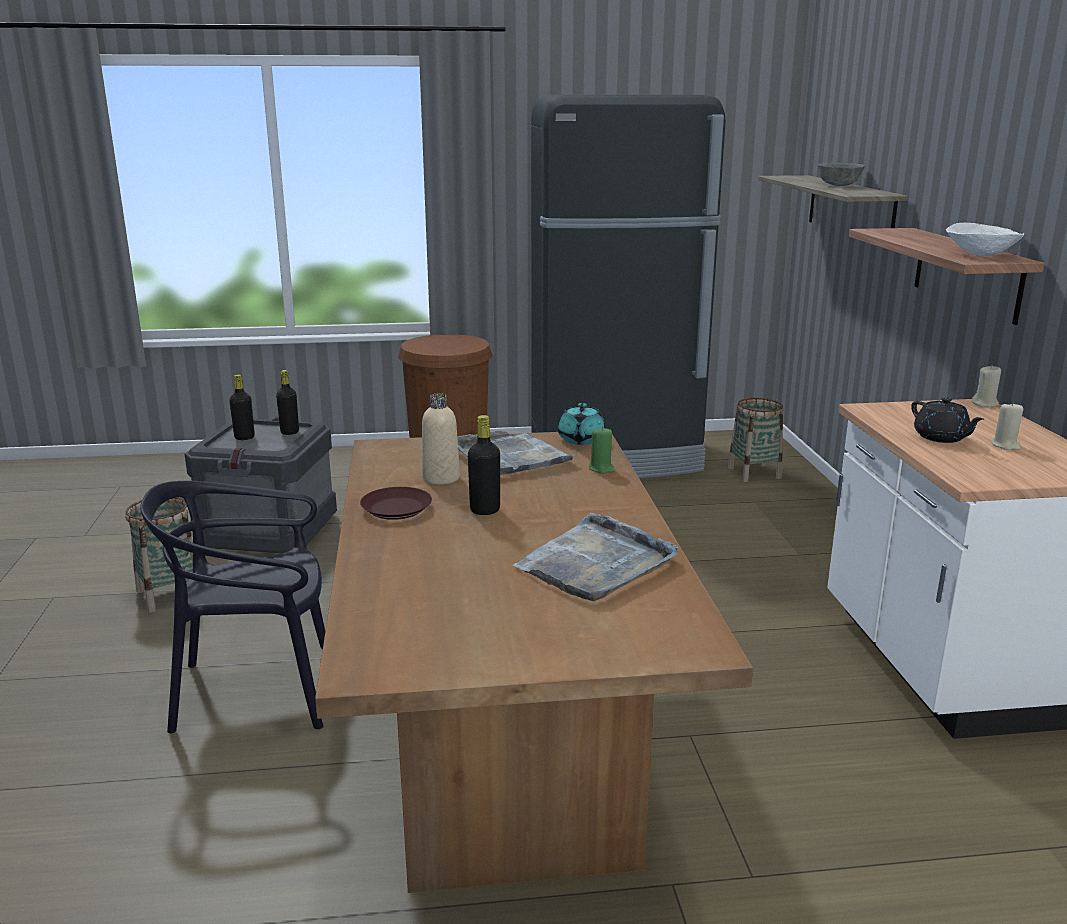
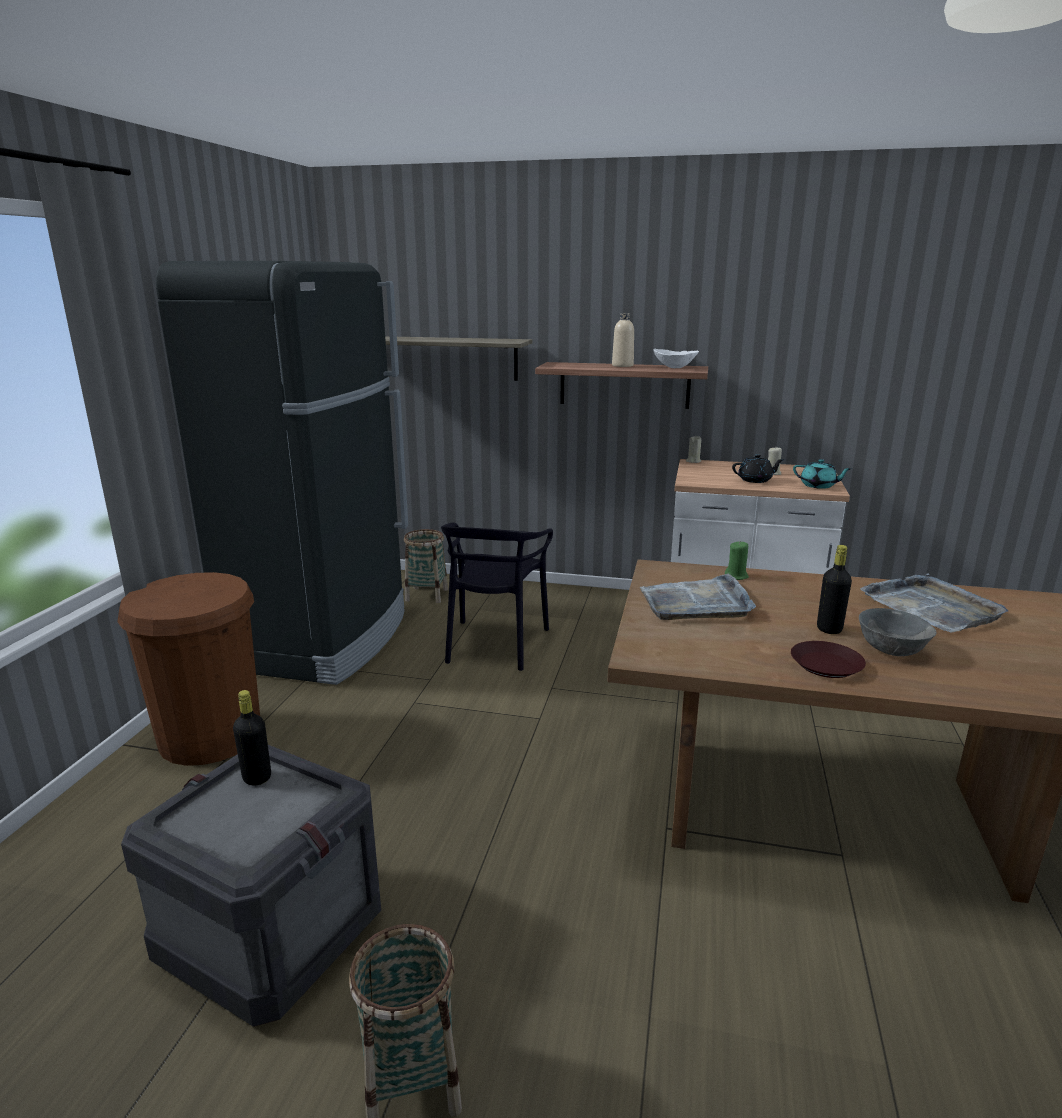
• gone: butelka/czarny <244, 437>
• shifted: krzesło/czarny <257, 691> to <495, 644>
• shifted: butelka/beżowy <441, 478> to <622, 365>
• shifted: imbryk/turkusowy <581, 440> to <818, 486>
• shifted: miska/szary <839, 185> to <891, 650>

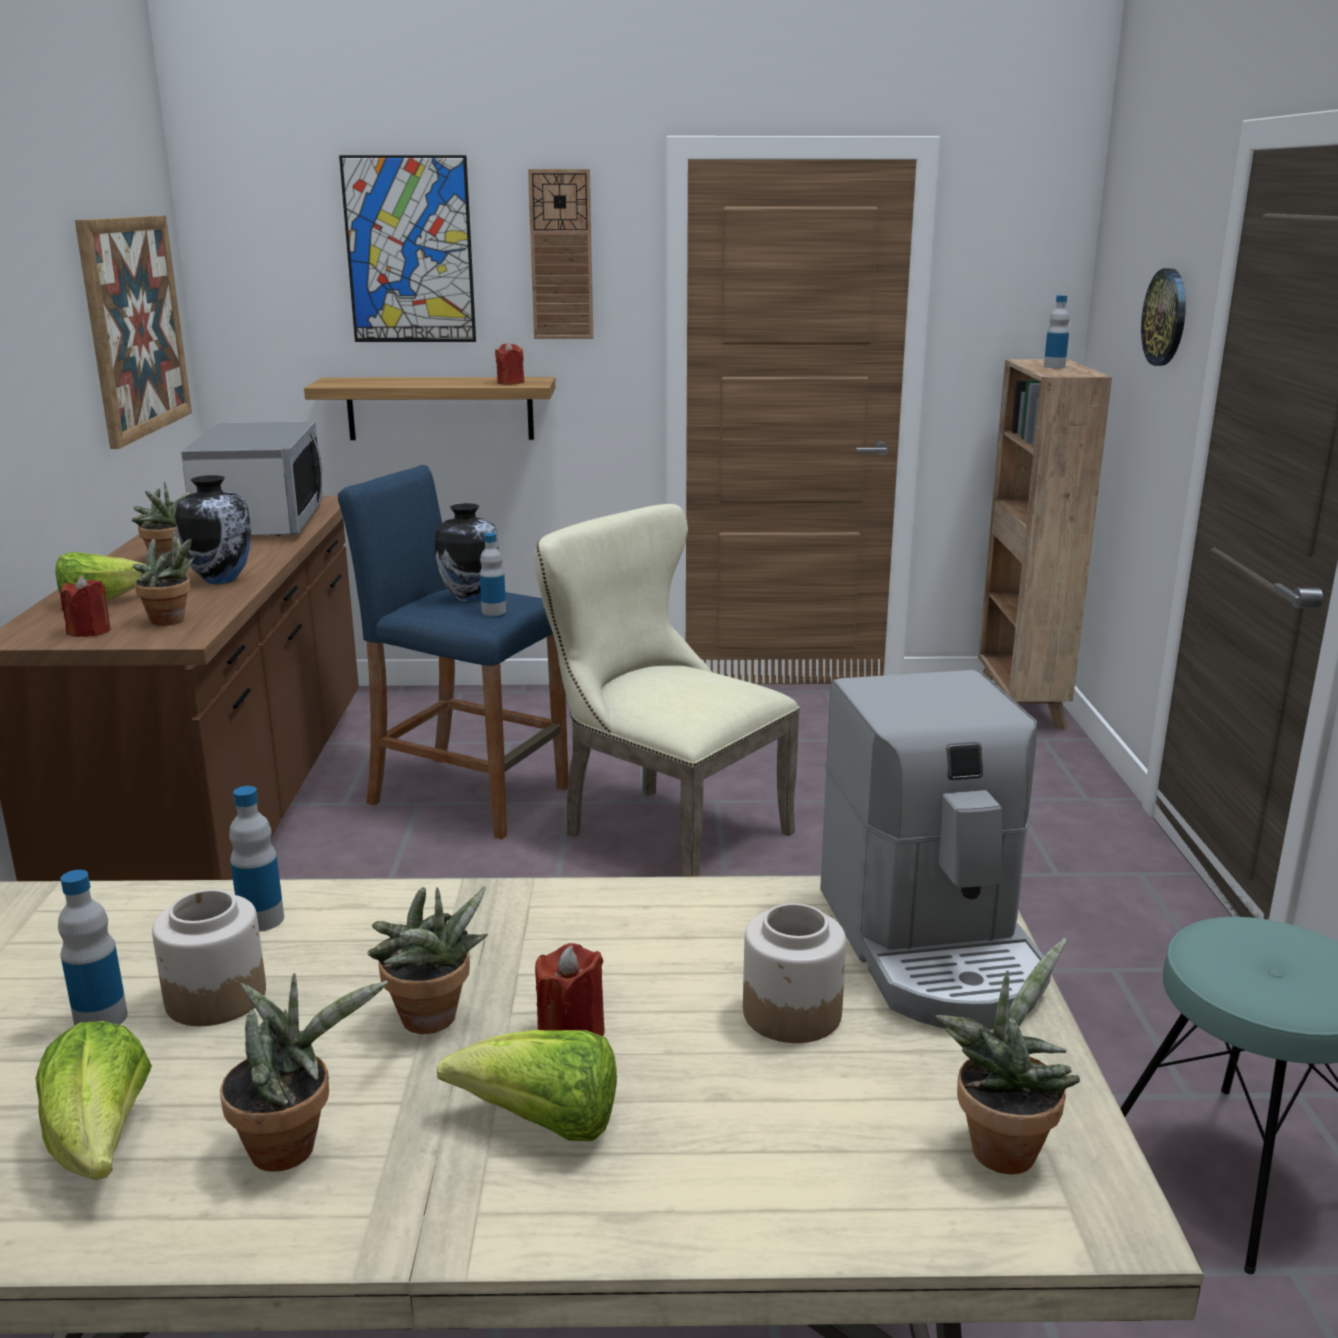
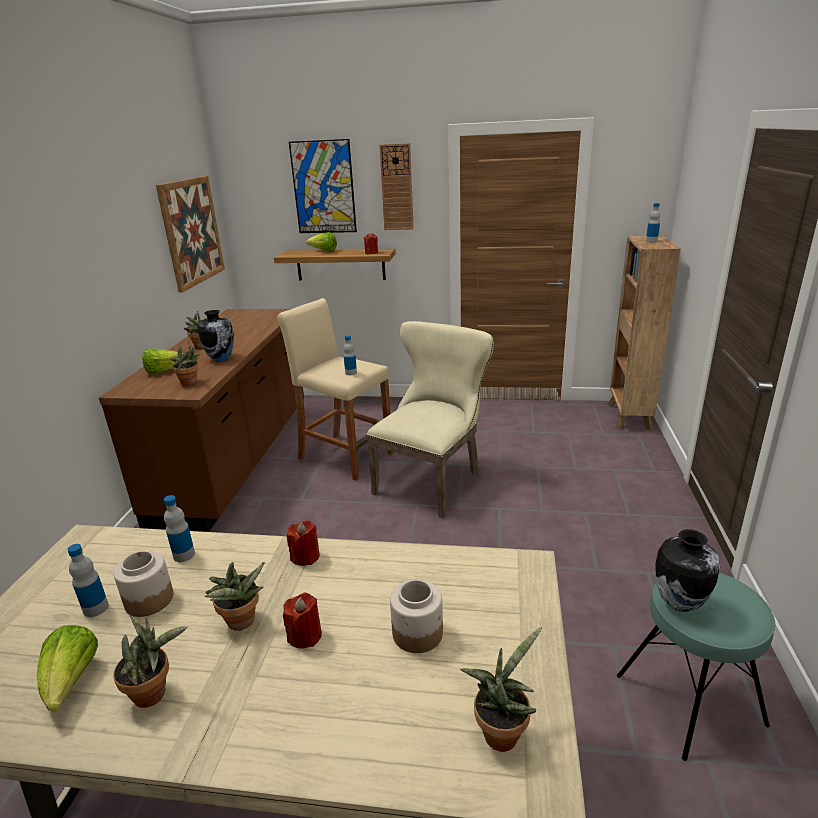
• gone: mikrofalówka <260, 522>
• gone: ekspres do kawy <932, 946>
• gone: zegar ścienny <1166, 317>
• shifted: świeca/czerwony <89, 631> to <305, 557>
• shifted: wazon <470, 597> to <679, 603>
• shifted: sałata <543, 1124> to <324, 251>
• repainted: stołek/niebieski <469, 796> to stołek/beżowy <345, 456>
• rotated: krzesło/beżowy <662, 832> = <433, 480> 75 degrees clockwise

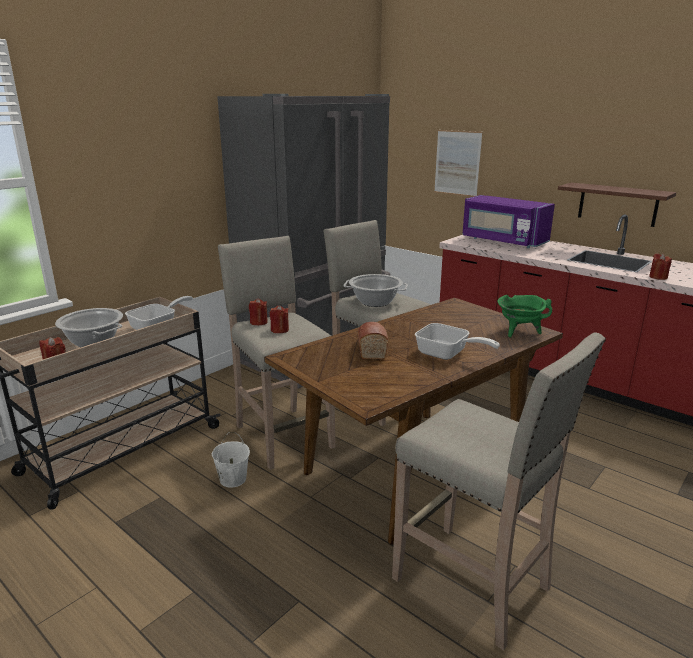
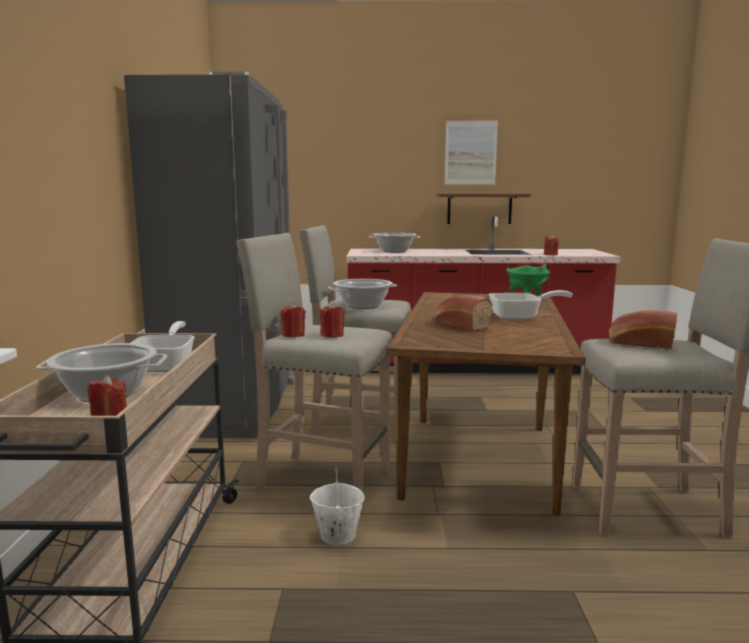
• new: chleb <639, 343>
• shifted: obraz <457, 163> to <470, 152>
• swapped: mikrofalówka/fioletowy <503, 241> to garnek <394, 251>

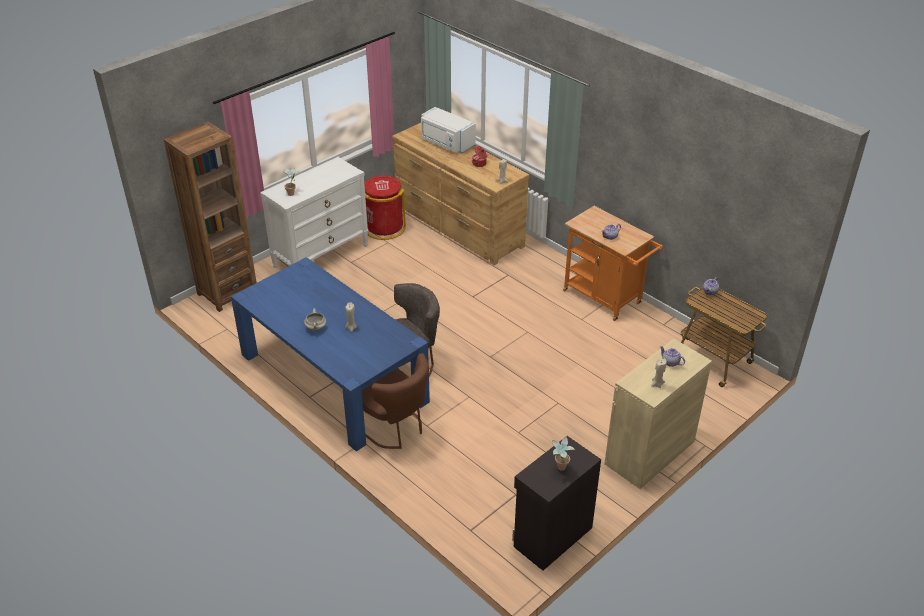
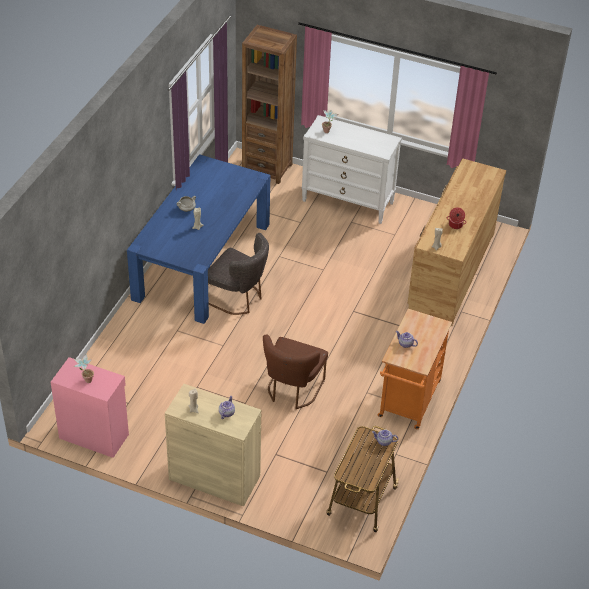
• gone: kosz na śmieci/czerwony <384, 228>
• gone: mikrofalówka/biały <446, 143>
• shifted: krzesło/brązowy <395, 428> to <292, 390>
• repainted: szafka/czarny <551, 536> to szafka/różowy <94, 435>

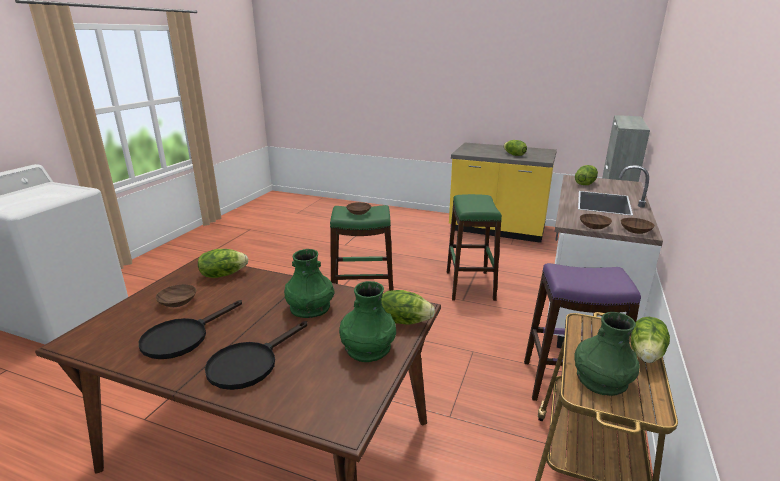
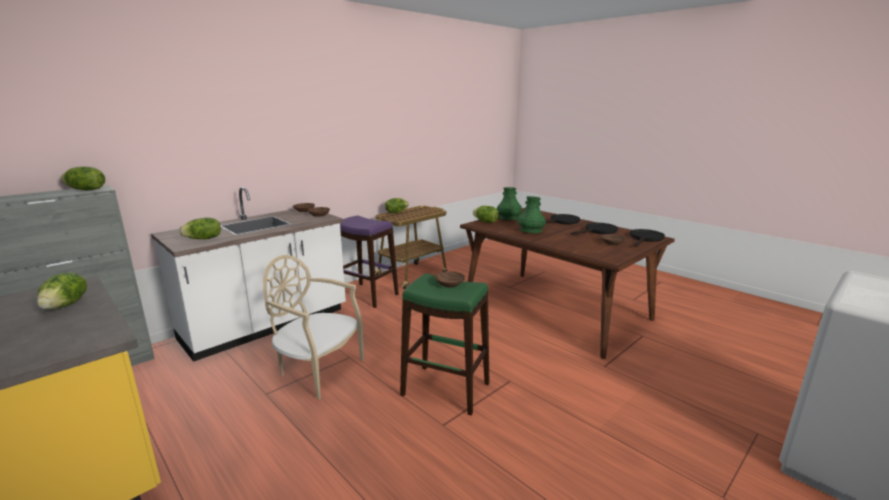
• gone: wazon/zielony <601, 379>
• new: patelnia/czarny <645, 239>
• shifted: sałata <223, 274> to <86, 190>
• swapped: stołek/zielony <470, 285> to krzesło/beżowy <318, 370>

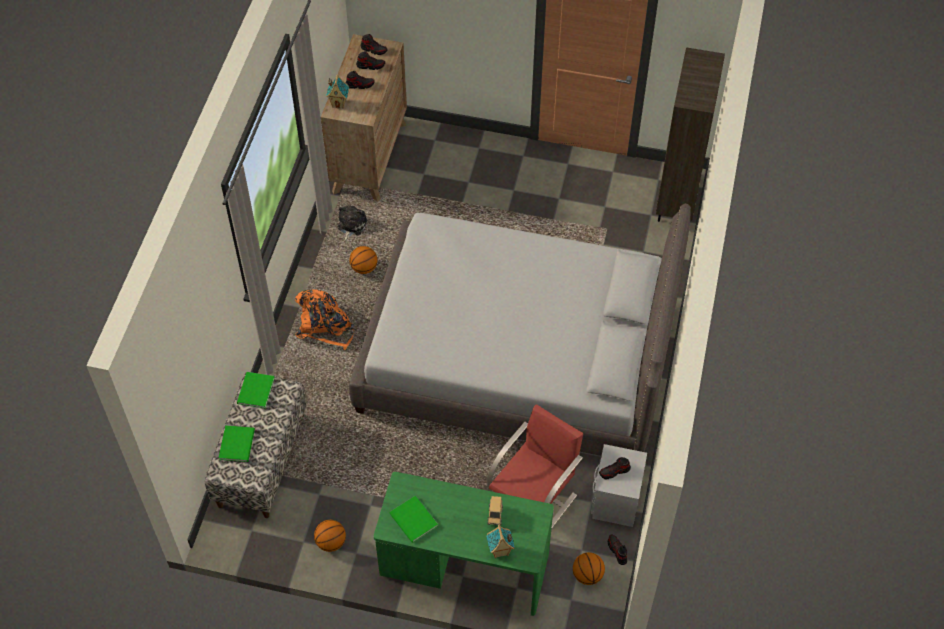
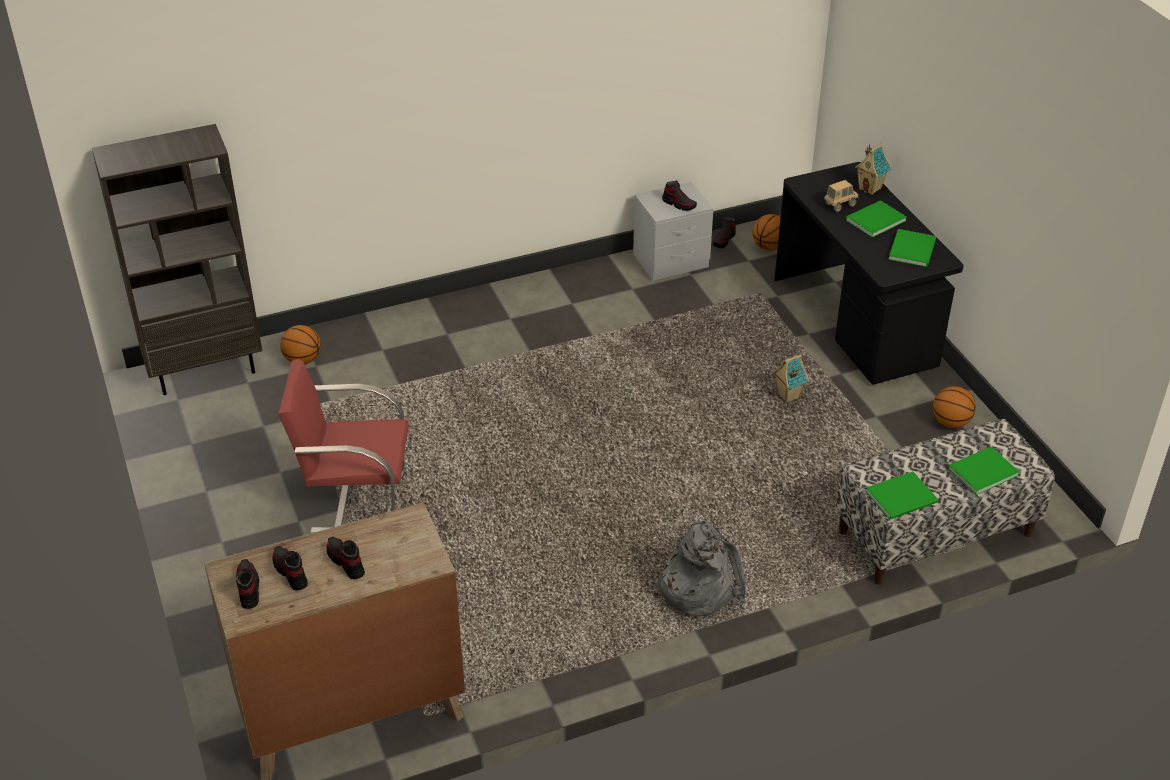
• gone: pluszak <351, 226>
• gone: łóżko/szary <517, 358>
• new: książka/zielony <873, 220>
• shifted: domek <339, 103> to <787, 396>
• shifted: piłka do koszykówki <364, 268> to <303, 360>
• shifted: krzesło/czerwony <534, 497> to <356, 499>
• repainted: plecak/pomarańczowy <325, 326> to plecak/szary <698, 585>
• repainted: biurko/zielony <464, 566> to biurko/czarny <856, 321>

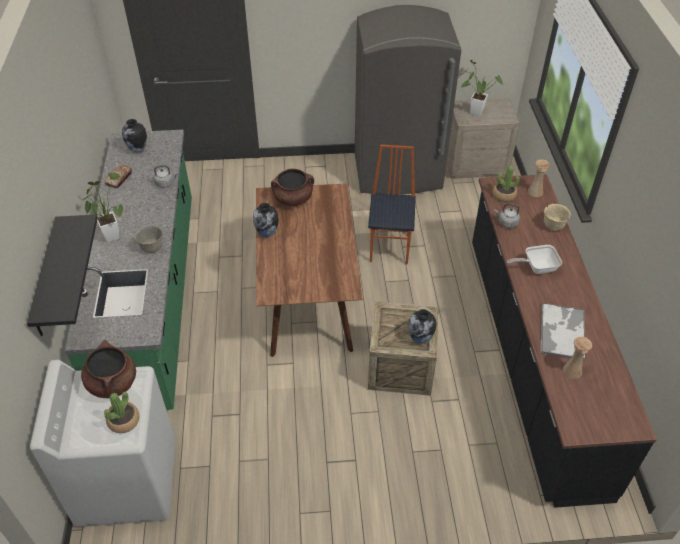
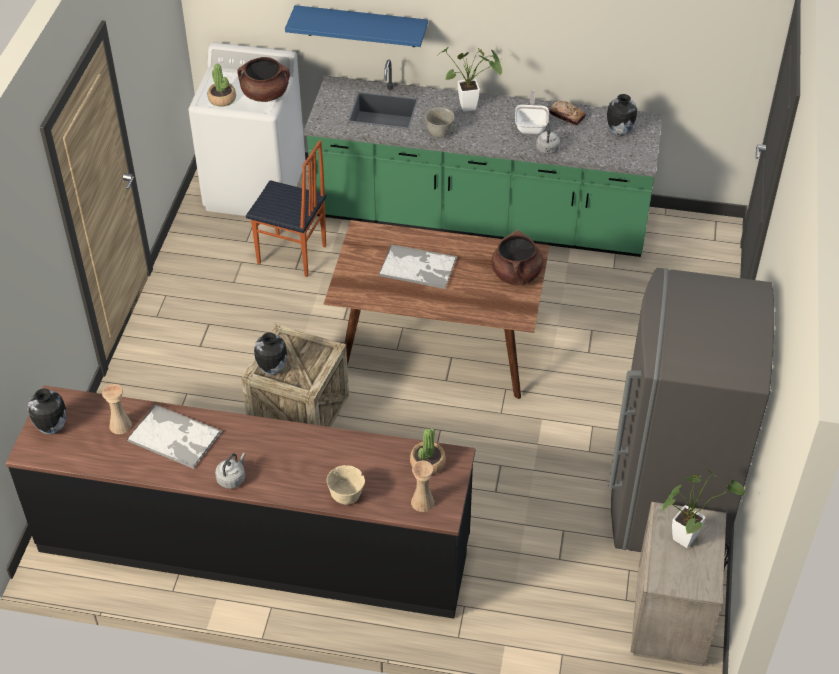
• new: taca <418, 267>
• shifted: wazon <267, 234> to <52, 429>
• shifted: krzesło <390, 247> to <292, 255>
• shifted: czajnik/szary <506, 223> to <232, 478>
• shifted: patelnia <536, 267> to <531, 126>
• repainted: półka/czarny <47, 278> to półka/niebieski <361, 26>

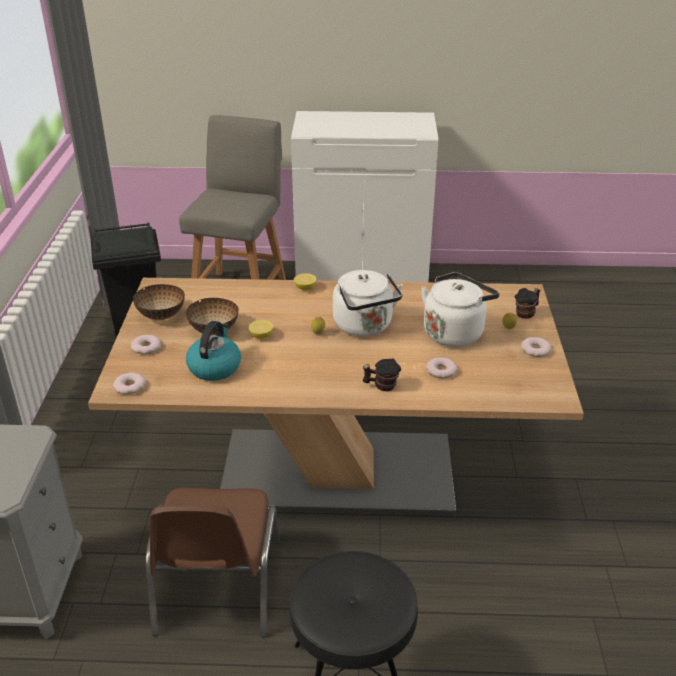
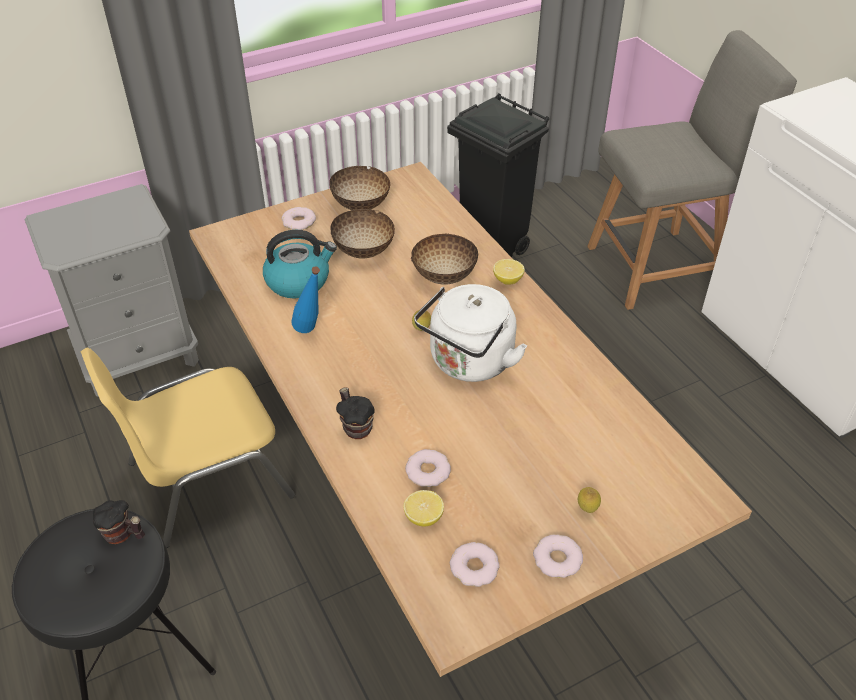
• gone: czajnik/biały <455, 332>
• new: butelka/niebieski <311, 333>
• new: miska <445, 276>
• shifted: donut <130, 386> to <474, 568>
• shifted: cytryna <261, 336> to <423, 517>
• shifted: kubek <527, 313> to <123, 535>
• repainted: krzesło/brązowy <216, 588> to krzesło/żółty <206, 479>

